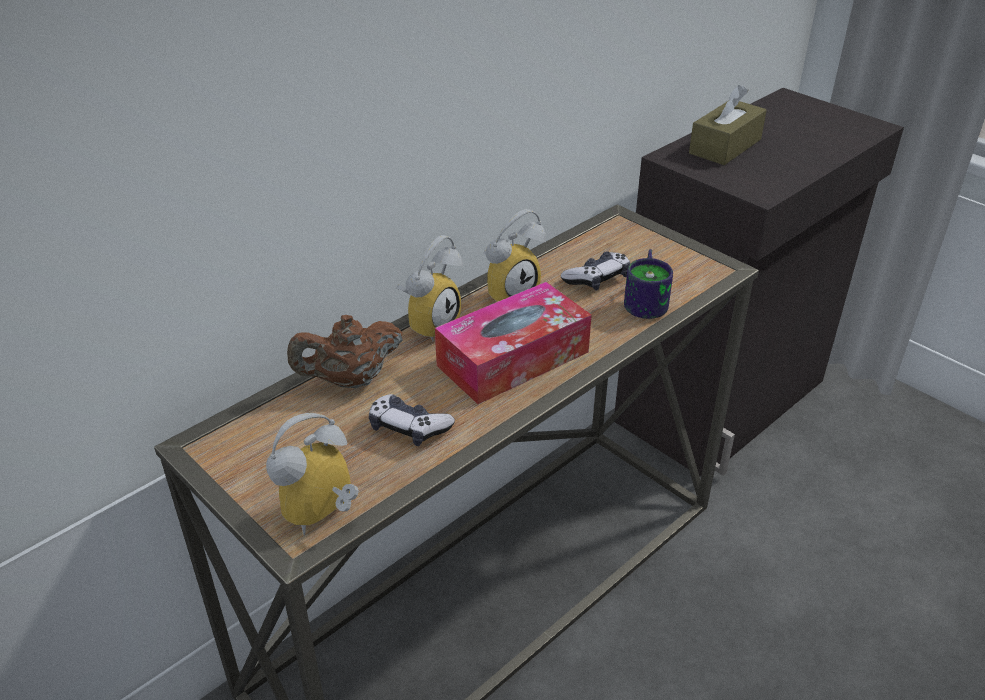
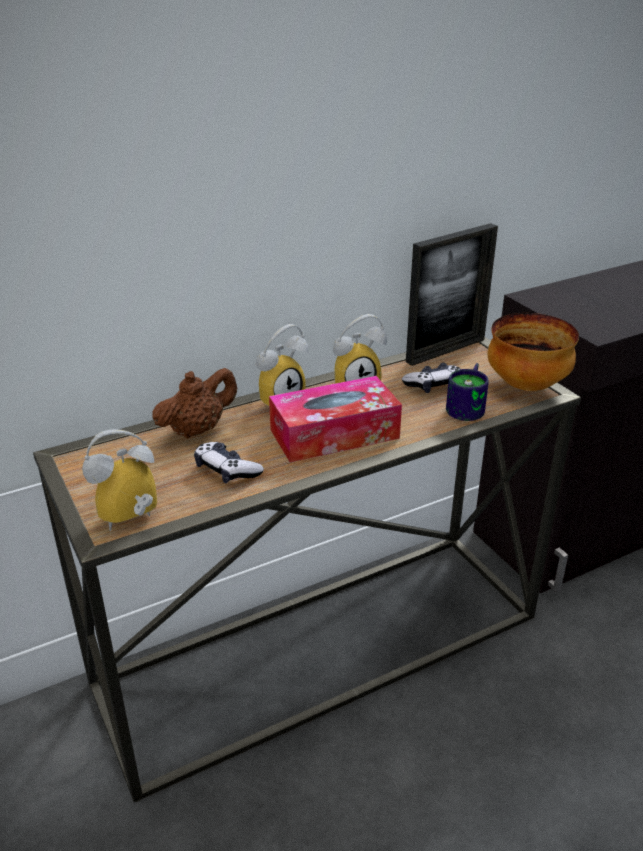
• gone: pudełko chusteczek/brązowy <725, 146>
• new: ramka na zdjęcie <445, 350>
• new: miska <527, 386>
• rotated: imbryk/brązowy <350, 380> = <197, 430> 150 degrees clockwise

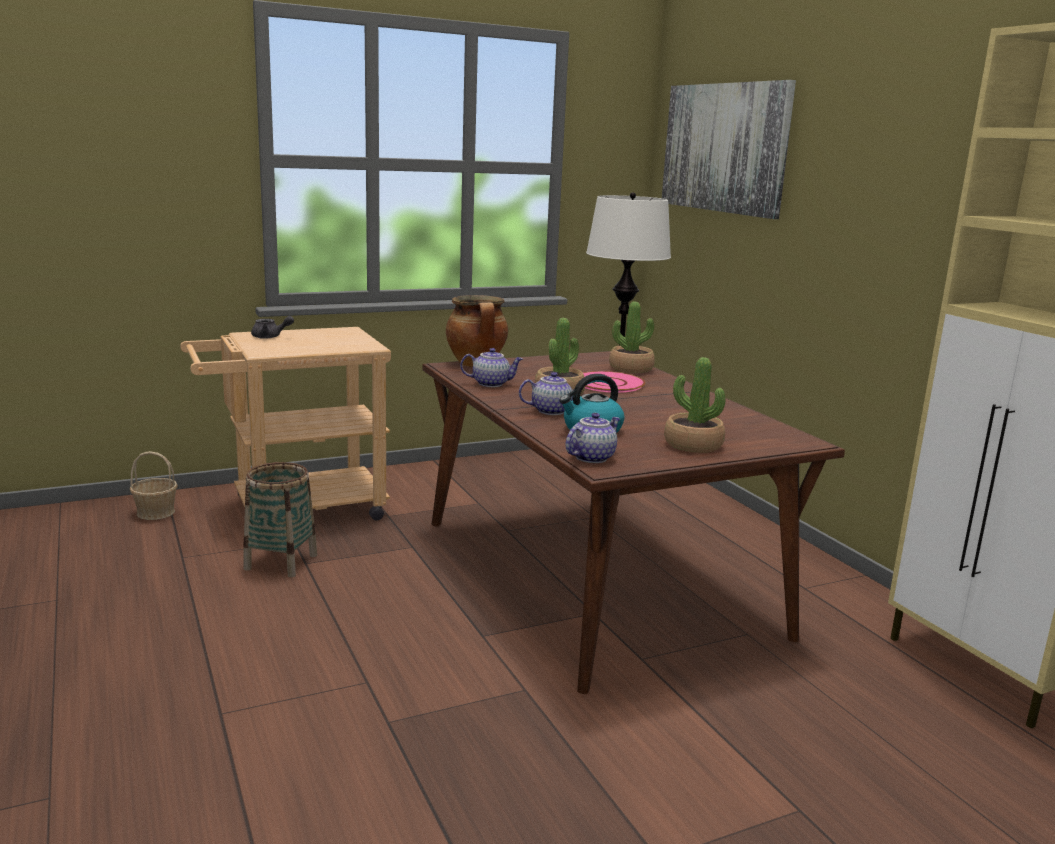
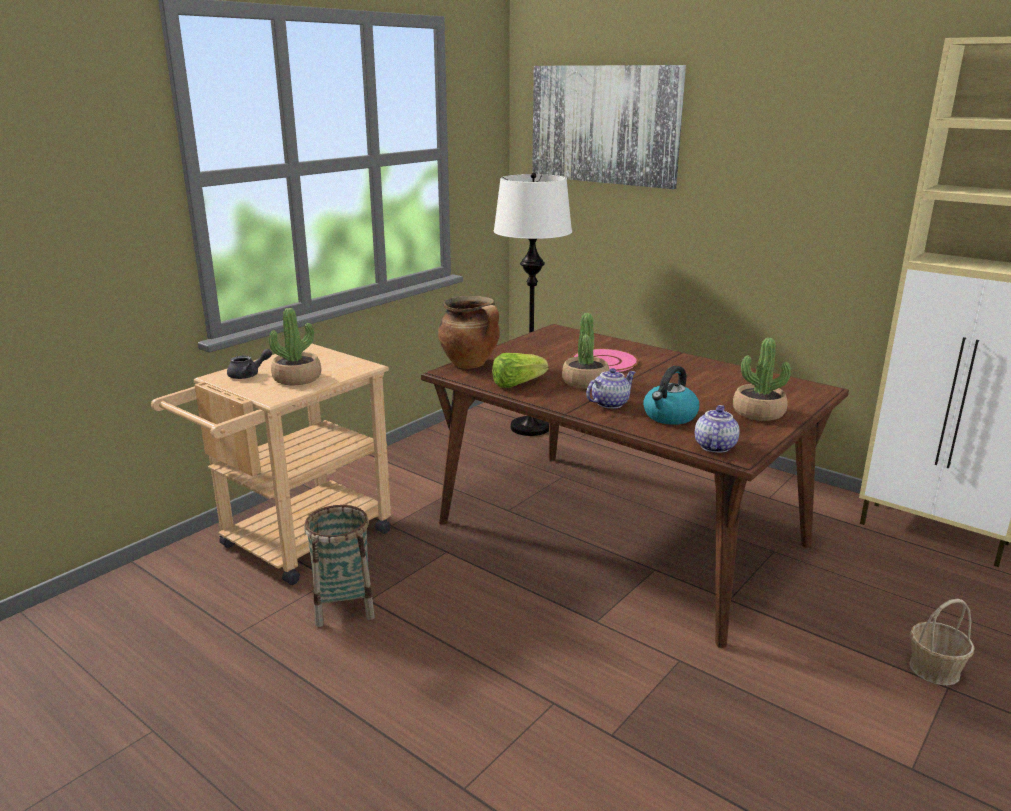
• shifted: koszyk <155, 512> to <934, 669>
• shifted: roślina doniczkowa <631, 368> to <297, 378>
• swapped: imbryk <491, 383> to sałata <517, 384>

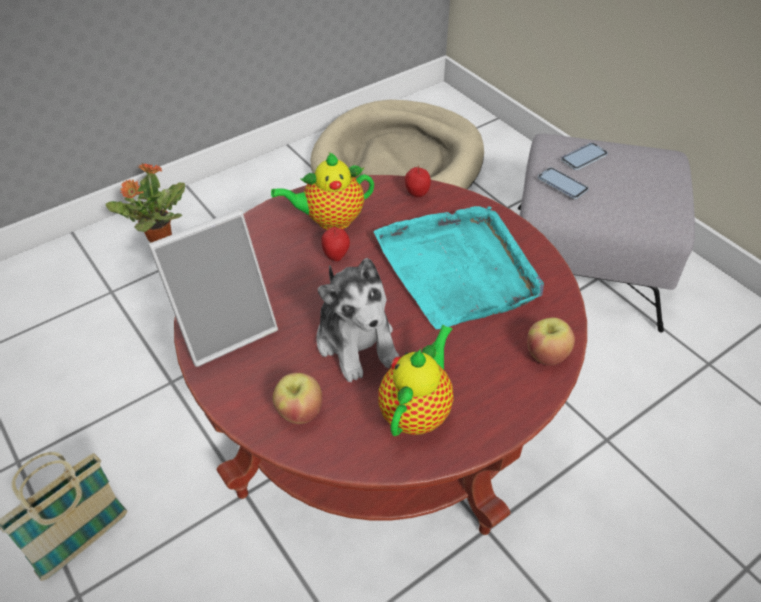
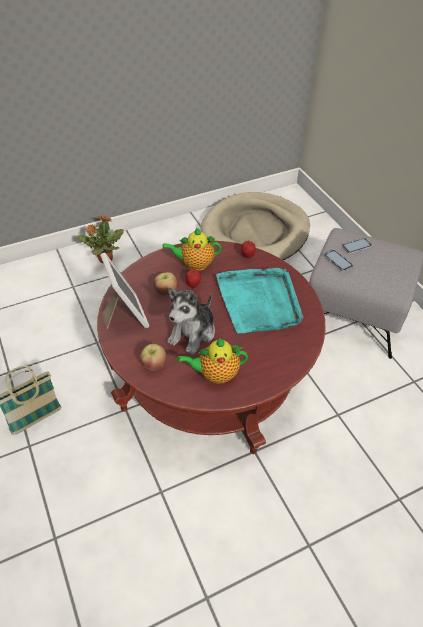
• shifted: jabłko <546, 354> to <166, 291>
• rotated: ramka na zdjęcie <225, 327> = <125, 315> 90 degrees counterclockwise
• rotated: pluszak <357, 341> = <193, 333> 45 degrees clockwise
• rotated: imbryk <417, 411> = <215, 374> 135 degrees counterclockwise

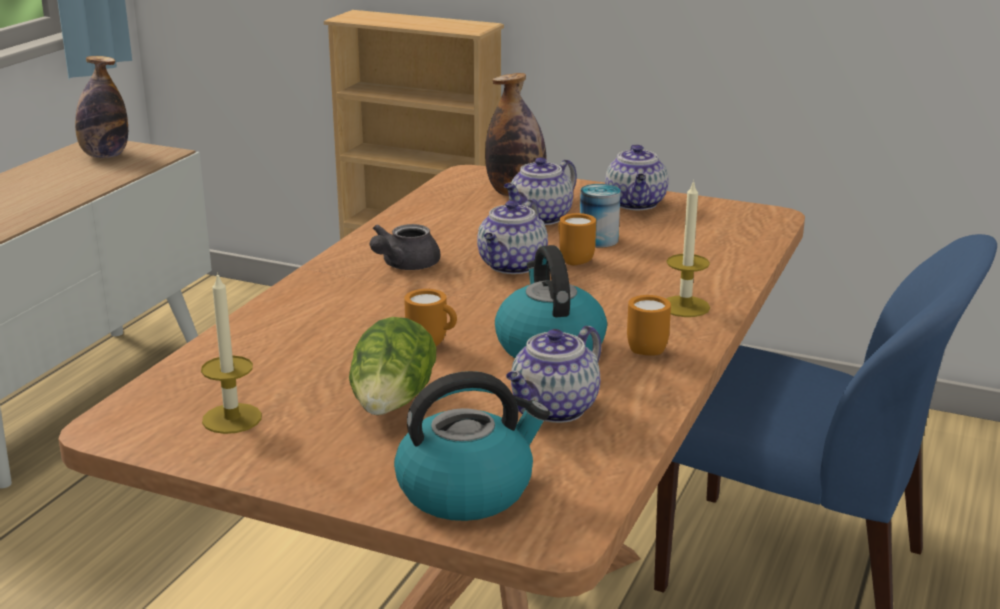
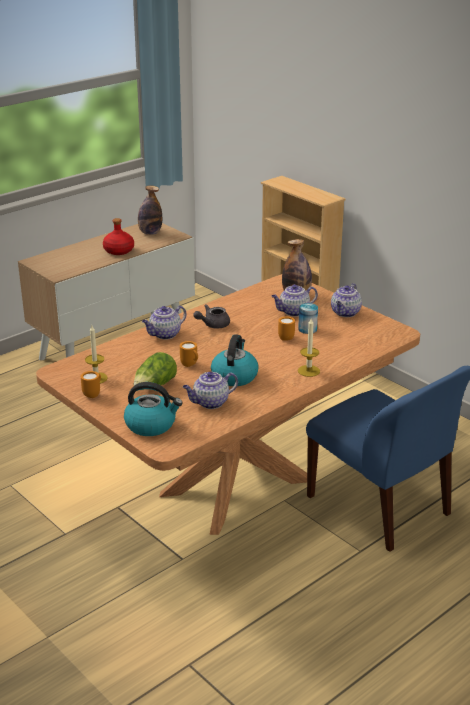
• new: butelka/czerwony <119, 251>
• shifted: imbryk <512, 266> to <164, 335>
• shifted: kubek/pomarańczowy <647, 349> to <93, 394>

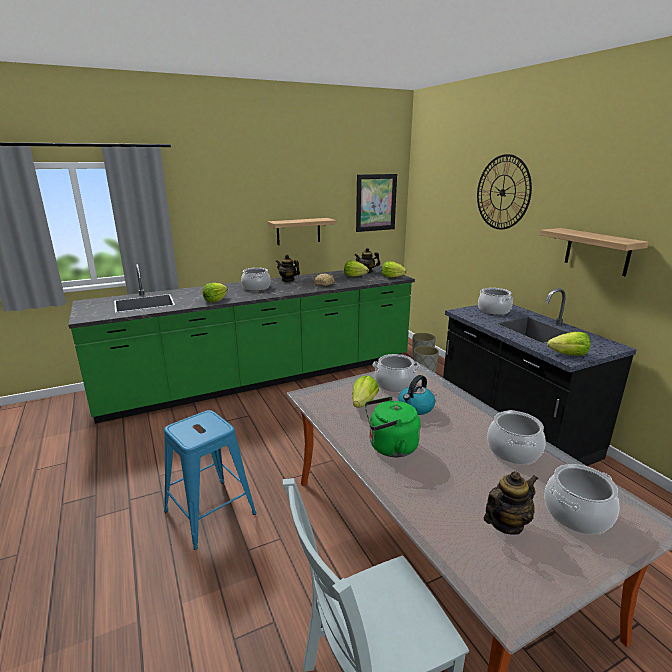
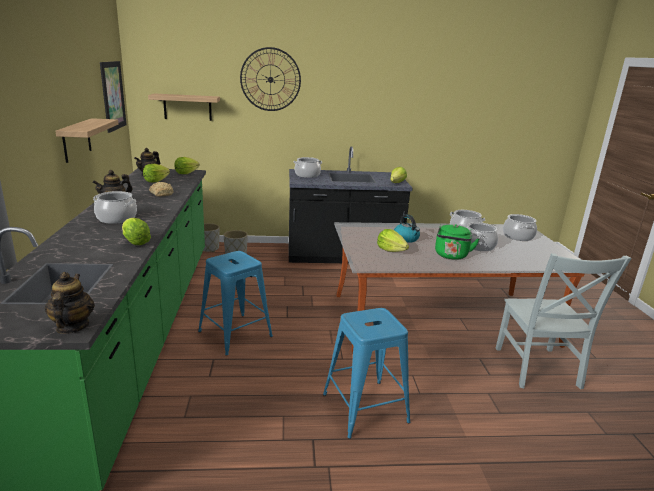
• new: stołek/niebieski <235, 334>
• shifted: garnek <394, 384> to <478, 246>
• shifted: imbryk <506, 523> to <72, 326>
• shifted: półka <597, 251> to <187, 107>

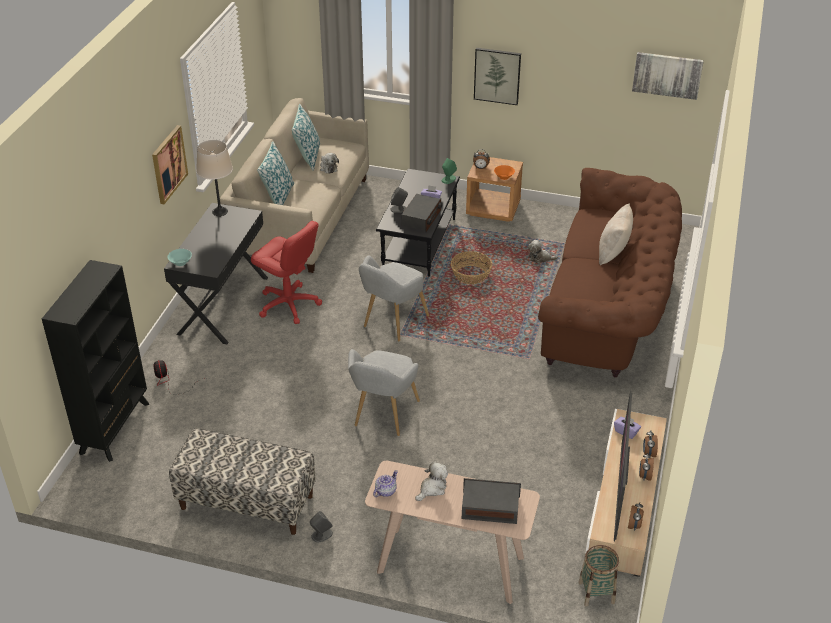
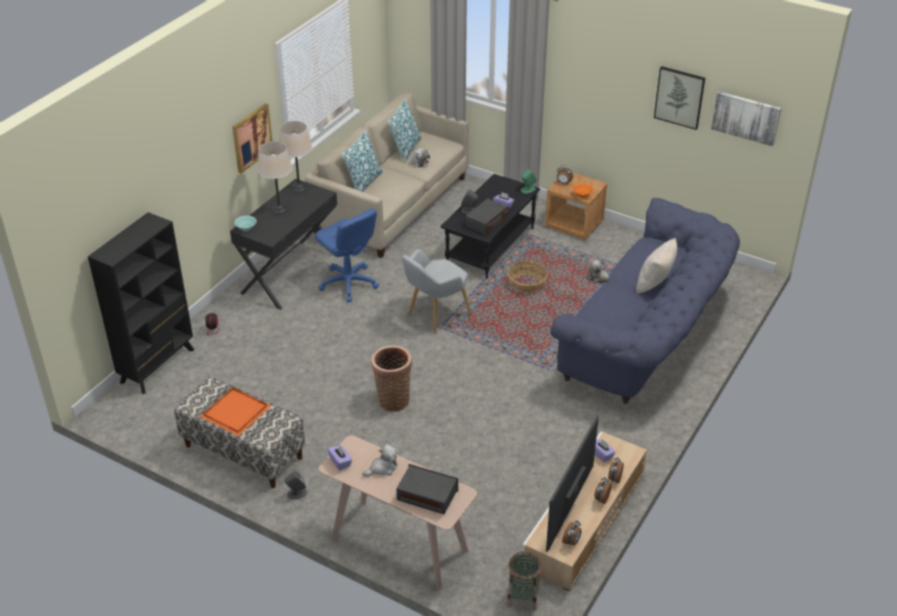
• new: taca/pomarańczowy <235, 411>
• new: lampa stołowa/beżowy <279, 209>
• shifted: obraz <497, 75> to <679, 97>
• swapped: fotel/szary <383, 416> to koszyk <393, 399>
• swapped: imbryk <385, 491> to pudełko chusteczek/fioletowy <340, 462>
• repainted: krzesło biurowe/czerwony <288, 304> to krzesło biurowe/niebieski <348, 283>
• repainted: kanapa/brązowy <609, 308> to kanapa/niebieski <647, 337>

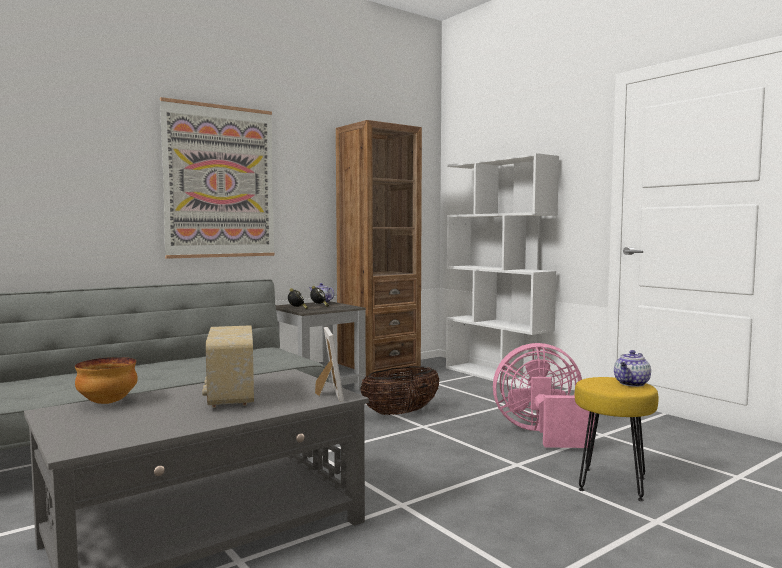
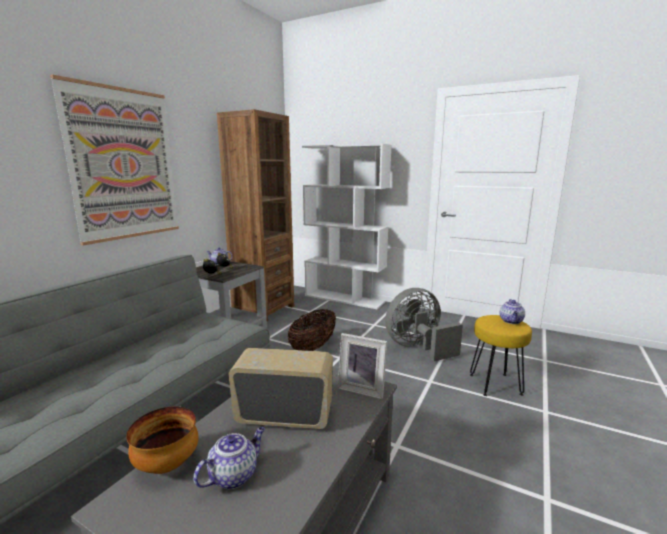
• new: imbryk <234, 475>
• repainted: wentylator/różowy <542, 434> to wentylator/szary <418, 348>
• rotated: radio <230, 397> = <285, 415> 135 degrees clockwise
• rotated: ramka na zdjęcie <328, 394> = <362, 388> 150 degrees clockwise

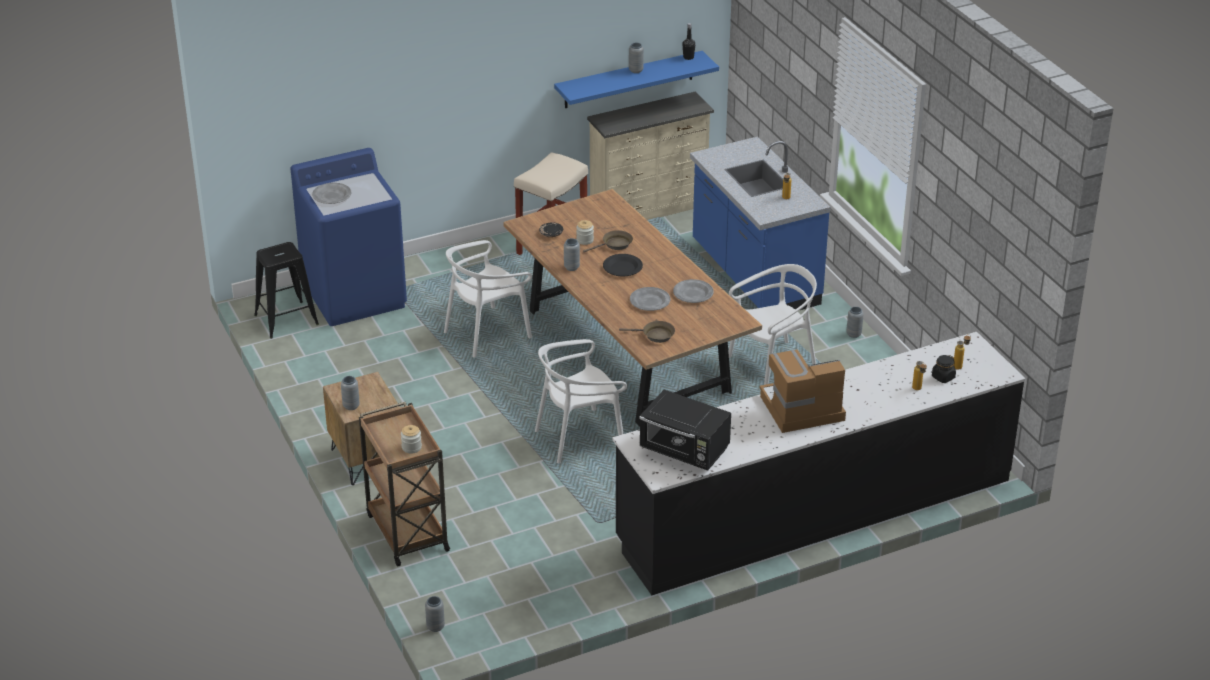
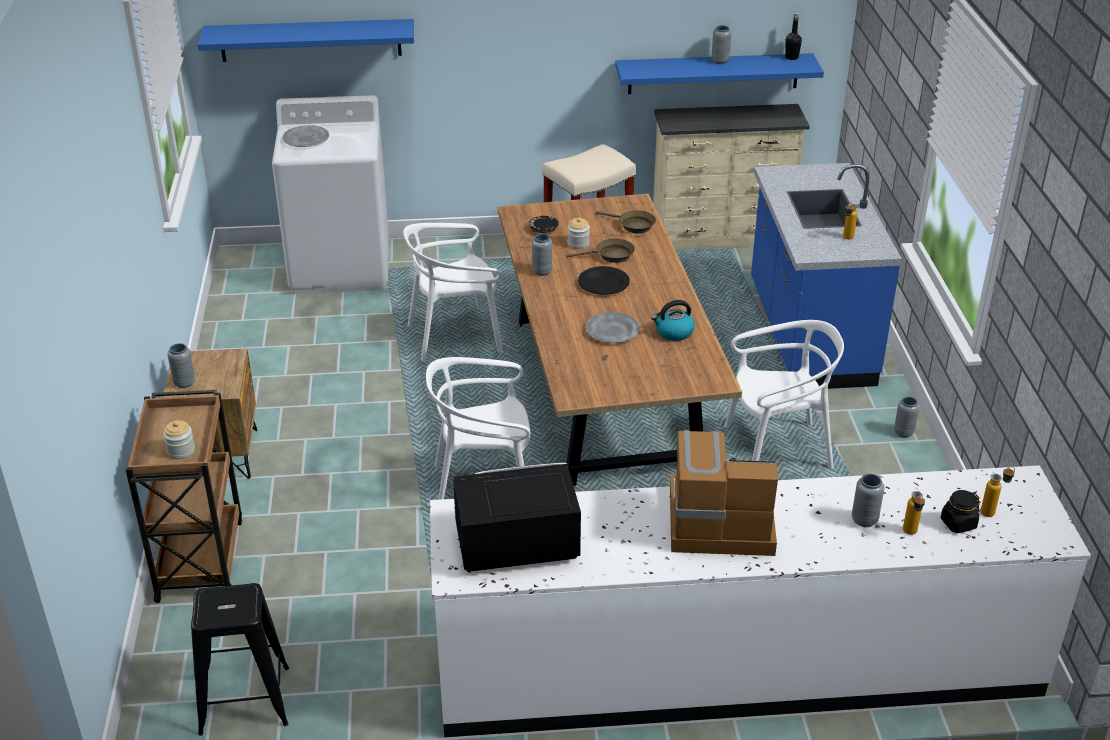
• new: półka/niebieski <310, 40>
• shifted: stołek/czarny <287, 320> to <245, 700>
• shifted: wazon/szary <435, 627> to <864, 520>
• shifted: patelnia/brązowy <655, 335> to <633, 225>
• swapped: talerz/szary <693, 293> to czajnik <673, 332>
• repainted: pralka/niebieski <355, 295> to pralka/biały <341, 267>
• repainted: zabudowa kuchenna/czarny <814, 510> to zabudowa kuchenna/biały <736, 668>
• rotated: mikrofalówka/czarny <685, 451> = <515, 545> 120 degrees clockwise

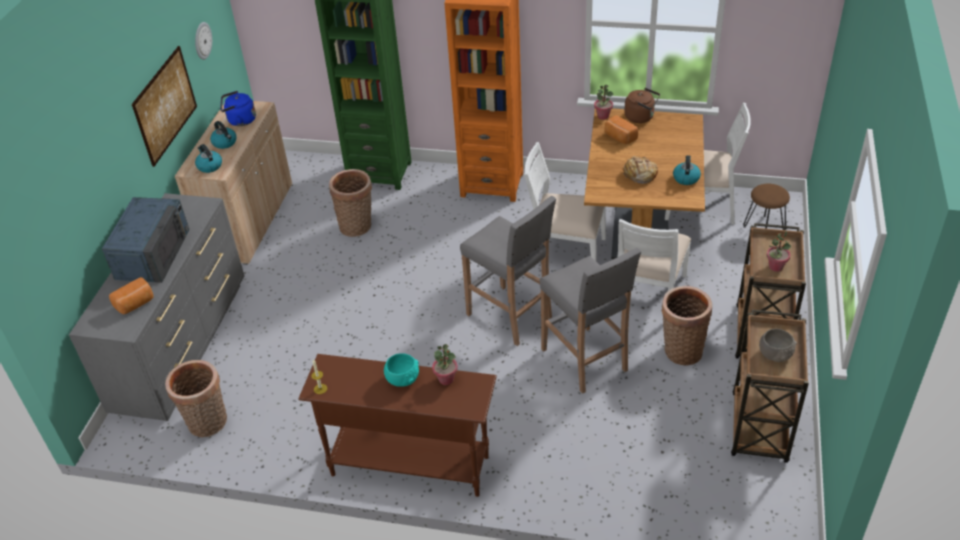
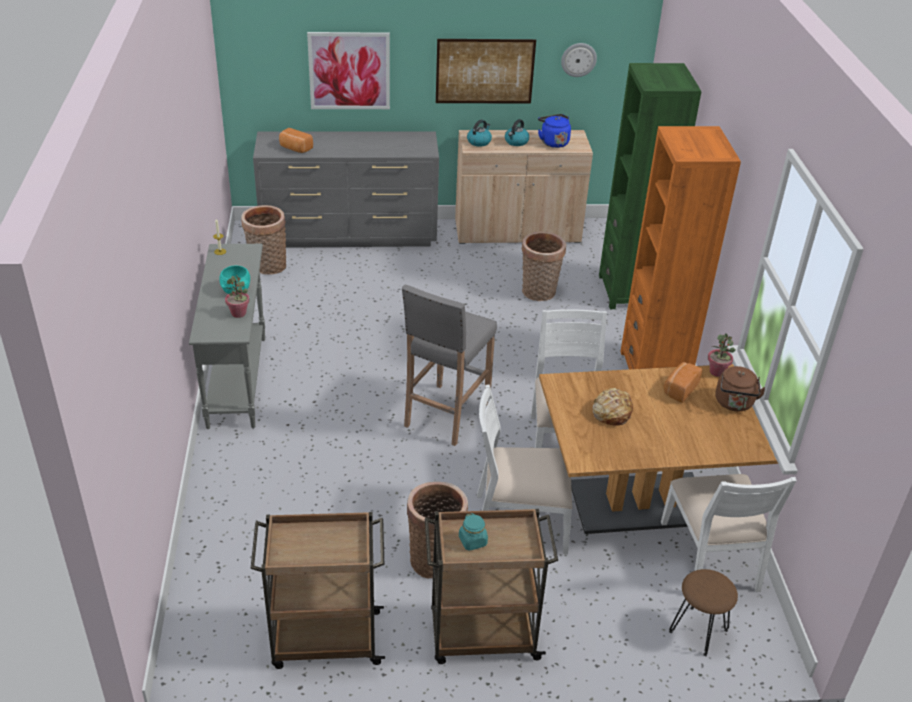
• gone: mikrofalówka/niebieski <152, 253>
• gone: stołek/szary <585, 361>
• gone: czajnik <686, 178>
• gone: miska/szary <775, 354>
• new: obraz <349, 71>
• swapped: roślina doniczkowa <775, 267> to słoik/turkusowy <473, 541>
• repainted: stolik konsolowy/brązowy <409, 465> to stolik konsolowy/szary <237, 381>

